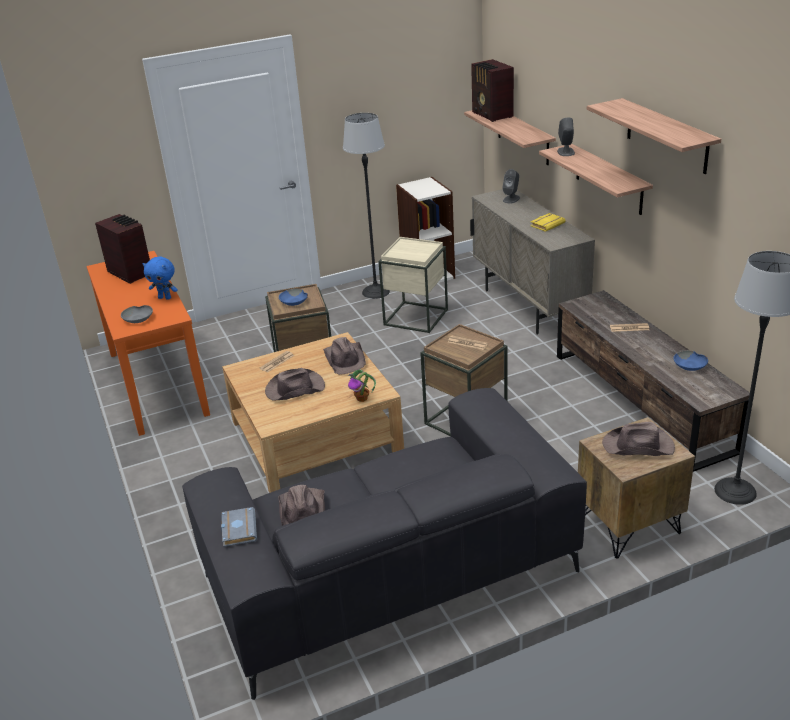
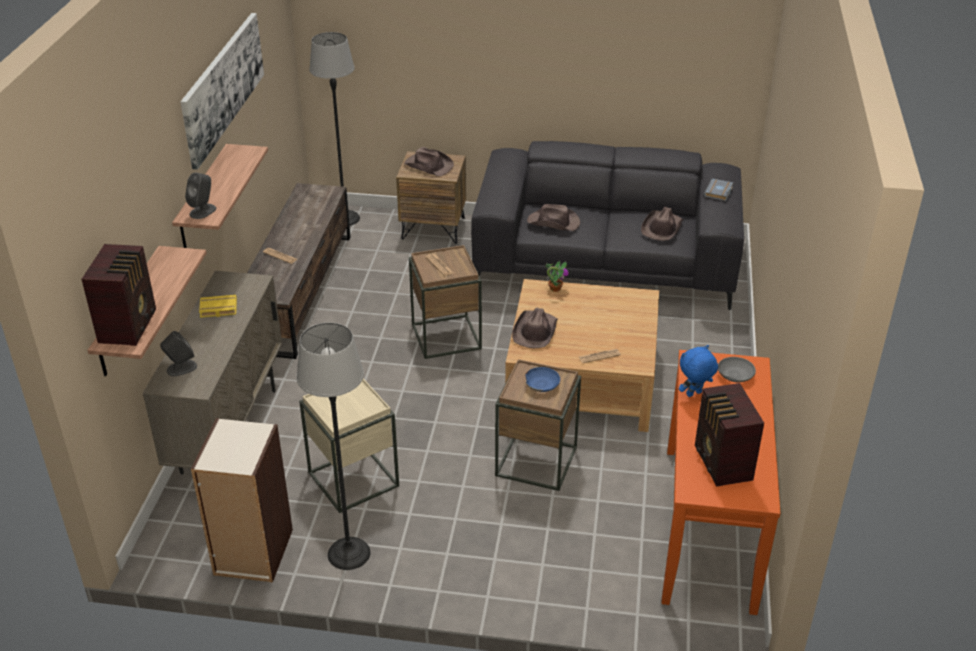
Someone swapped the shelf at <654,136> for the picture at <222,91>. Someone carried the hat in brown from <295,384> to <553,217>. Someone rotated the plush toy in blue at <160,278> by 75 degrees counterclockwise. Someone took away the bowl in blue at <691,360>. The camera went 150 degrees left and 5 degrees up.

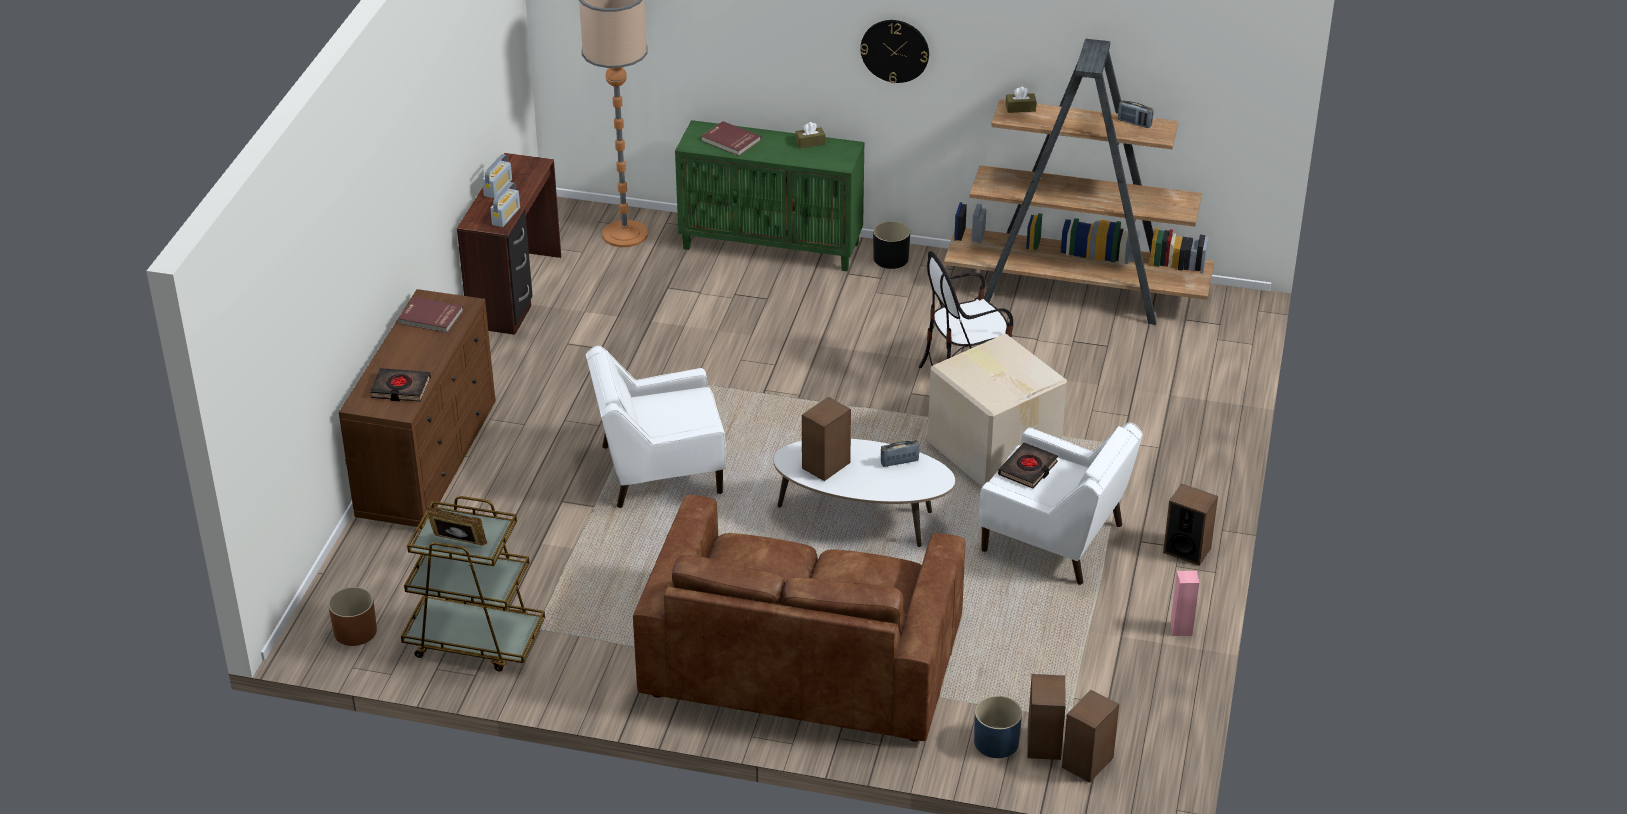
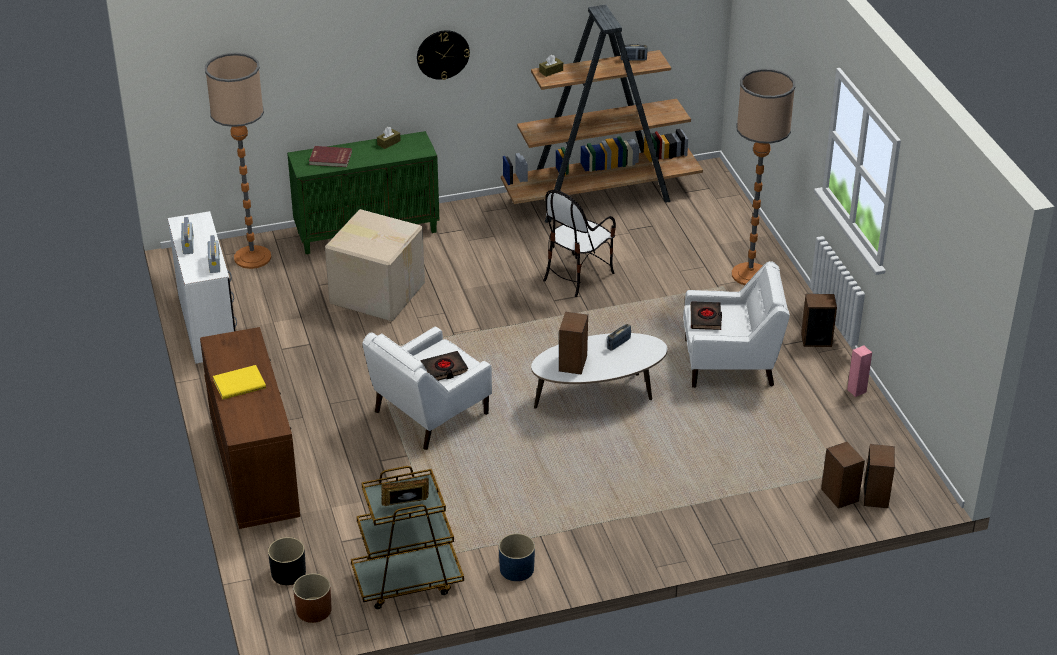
Someone repainted the desk in brown at <509,244>, which became the desk in white at <202,287>. Someone put down the book in yellow at <239,382>. Someone carried the planter in black from <891,245> to <287,561>. Someone carried the cardboard box from <997,410> to <375,265>. Someone carried the book in black from <400,385> to <444,366>. Someone carried the planter in blue from <998,727> to <517,557>. Someone put down the floor lamp at <764,177>. Someone took away the book in red at <430,315>. Someone took away the sofa in brown at <799,618>. The camera went 30 degrees left and 0 degrees up.

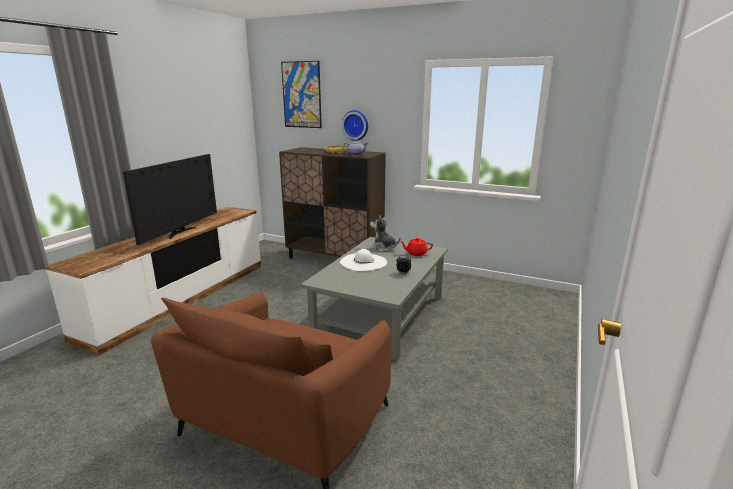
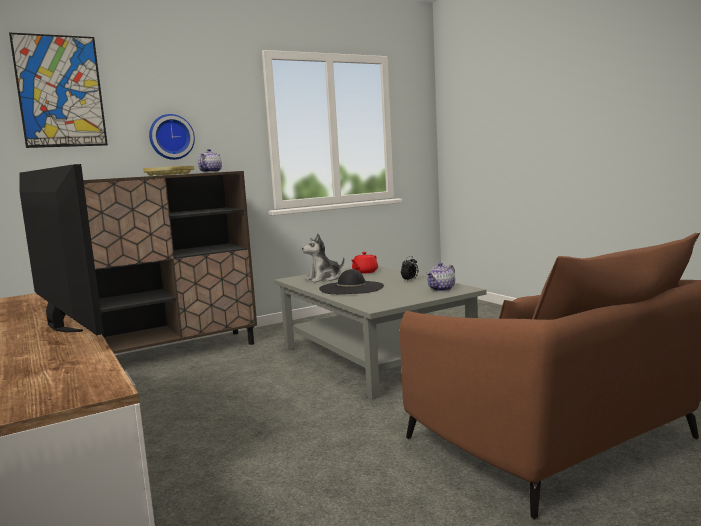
Someone repainted the hat in white at <363,260>, which became the hat in black at <351,281>. Someone put down the teapot at <440,277>. The camera went 55 degrees left and 10 degrees down.

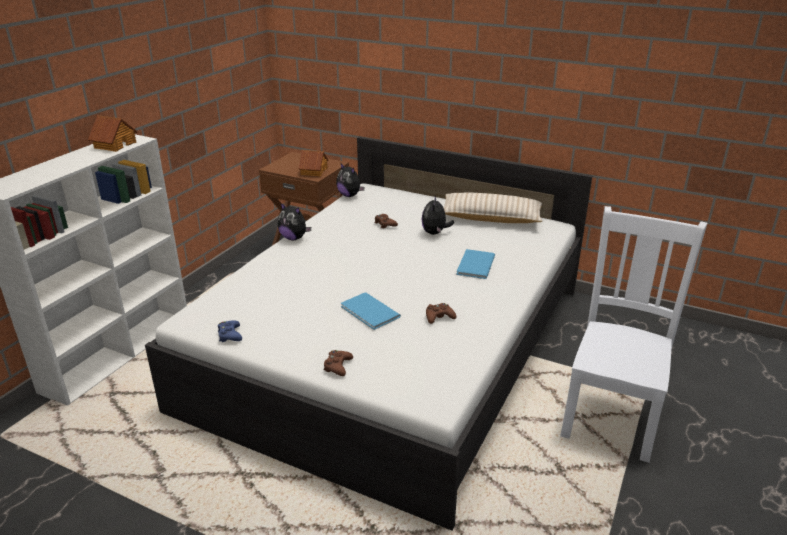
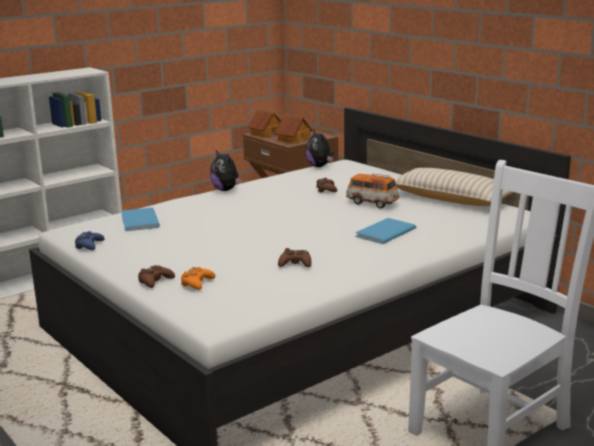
Someone carried the book in blue from <371,311> to <140,219>. Someone put down the game controller in orange at <198,278>. Someone carried the toy house from <113,133> to <264,124>. Someone swapped the plush toy at <438,215> for the toy car at <372,191>. The camera went 25 degrees right and 10 degrees down.

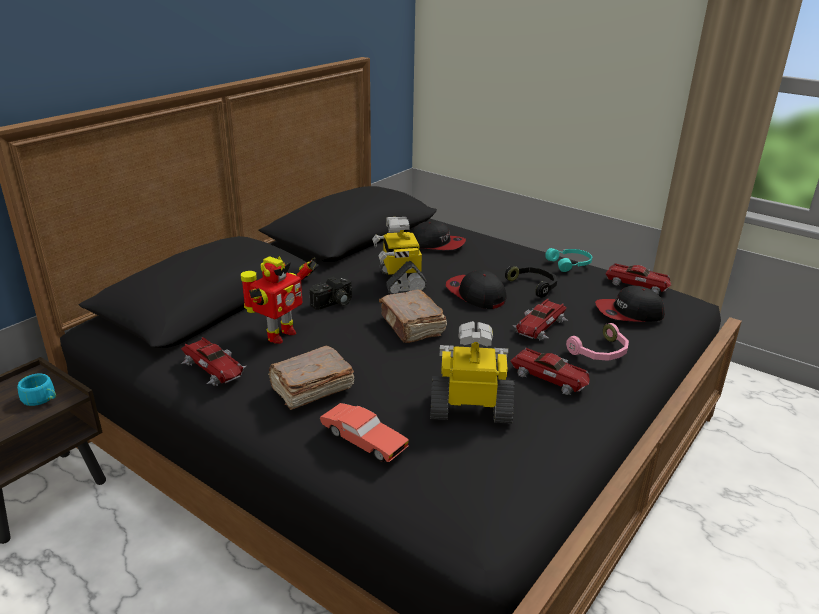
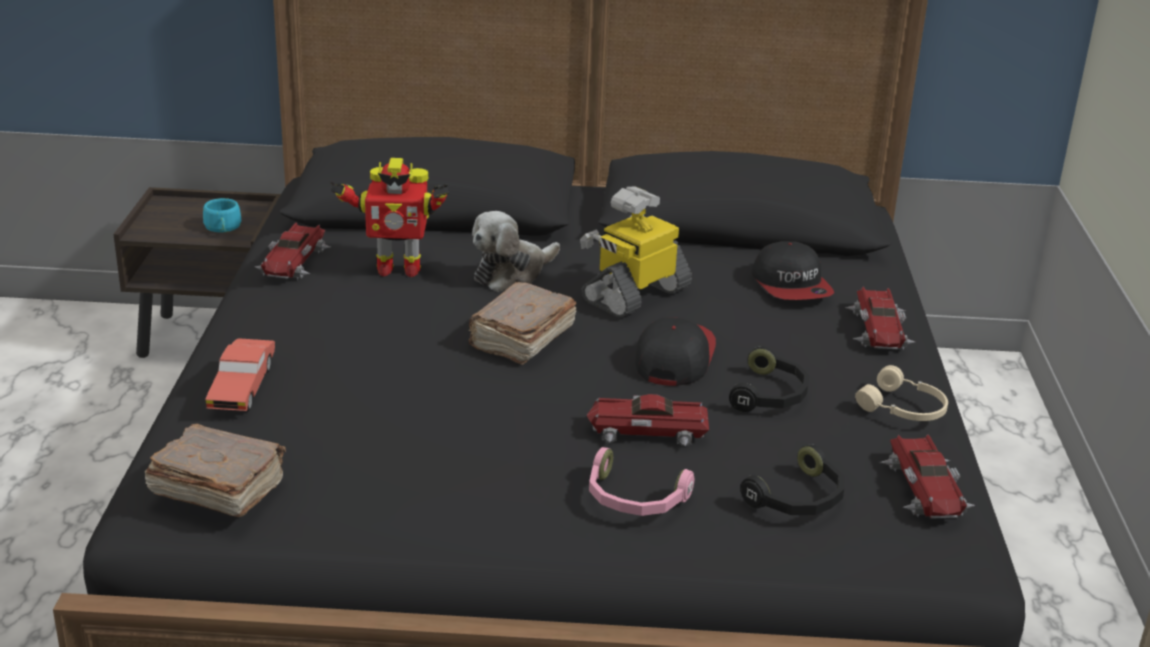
Someone carried the book in brown from <311,378> to <215,470>. Someone swapped the photo camera at <331,293> for the plush toy at <516,251>. Someone swapped the cap at <630,304> for the headphones in black at <792,479>. Someone carried the toy car from <550,371> to <880,318>. Someone repainted the headphones in turquoise at <568,260>, which became the headphones in beige at <901,393>. Someone took away the toy robot at <472,372>. The camera went 55 degrees right and 0 degrees up.

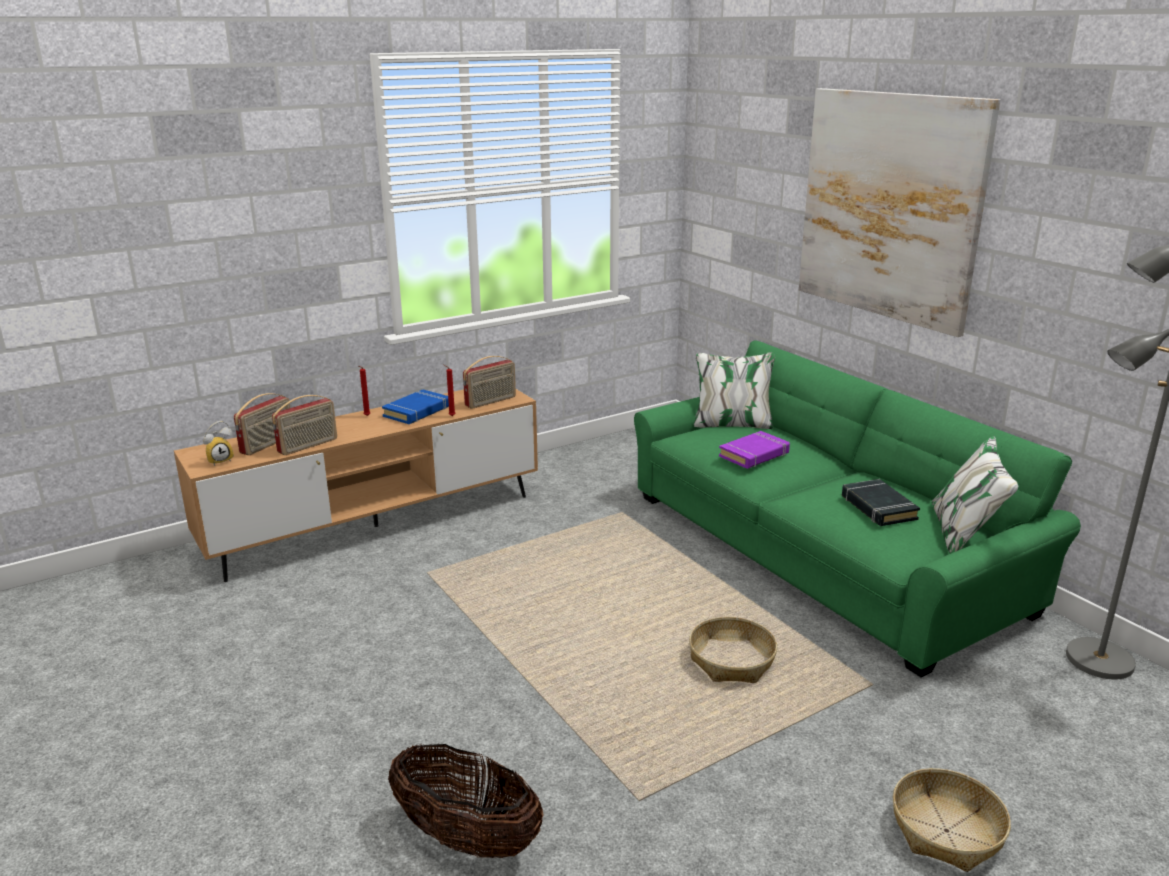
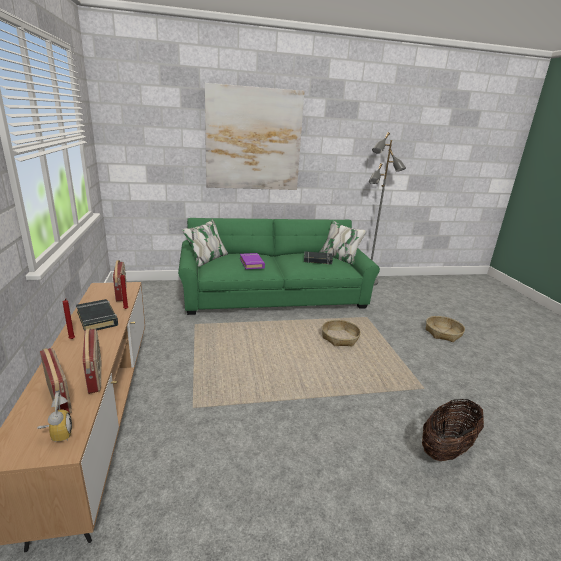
Someone repainted the book in blue at <415,406>, which became the book in black at <97,315>. The camera went 70 degrees left and 0 degrees up.

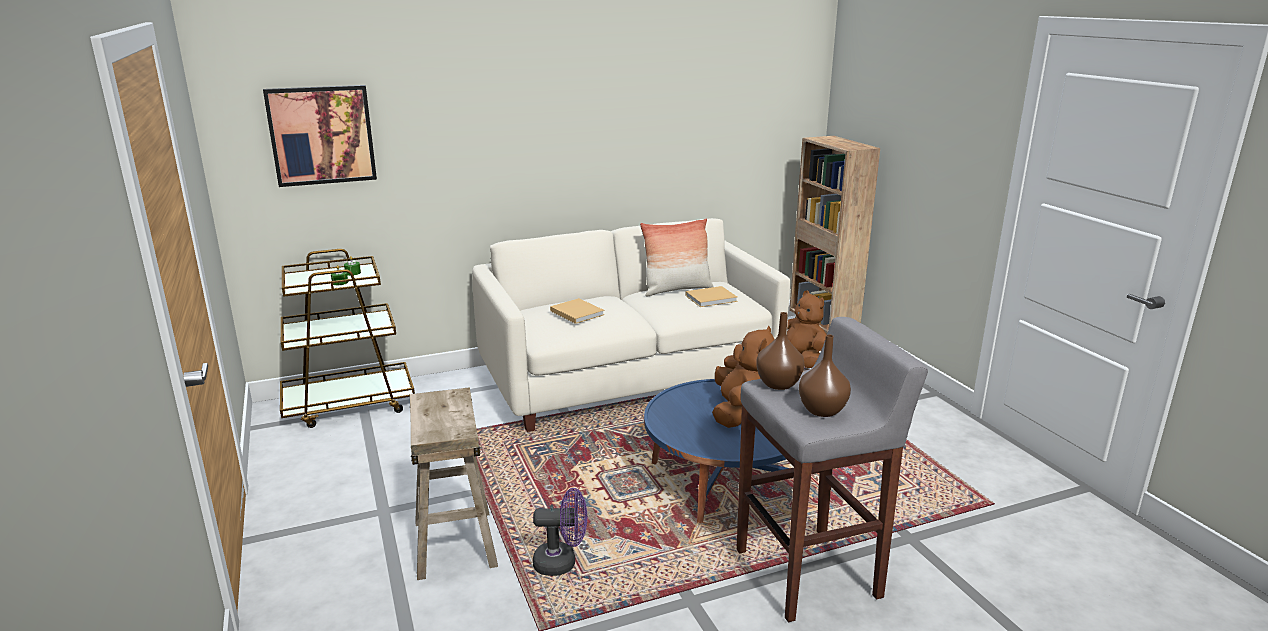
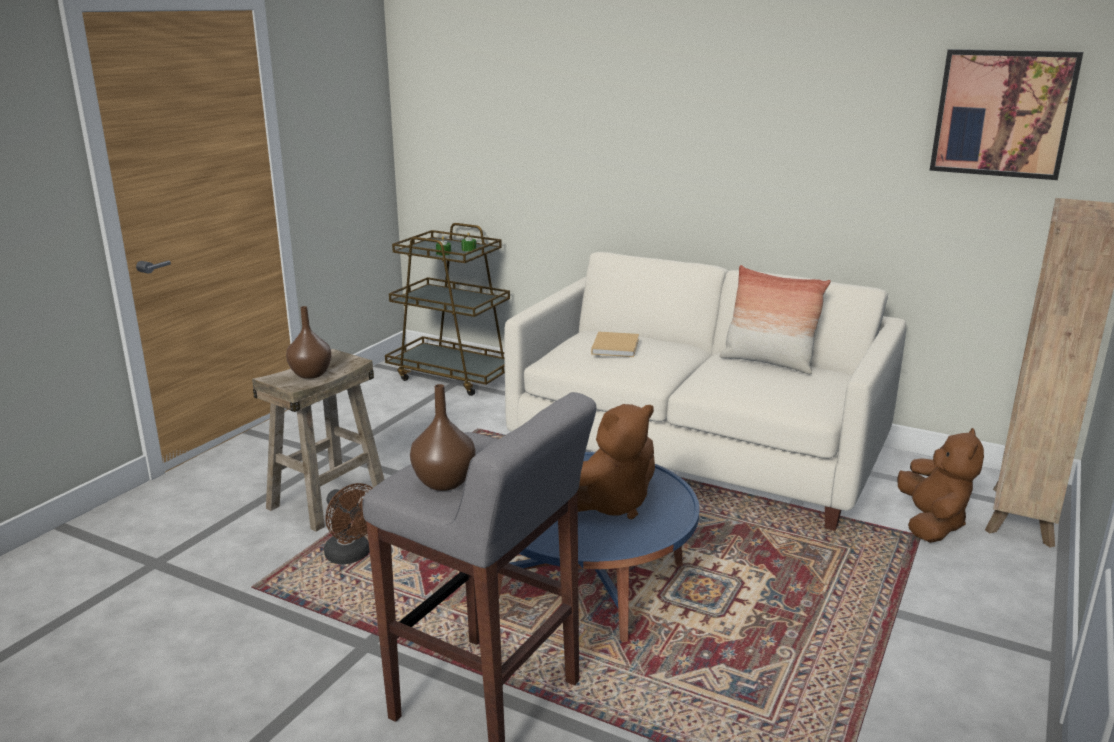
Someone carried the vase in brown from <780,351> to <309,342>. Someone repainted the fan in purple at <560,532>, which became the fan in brown at <348,523>. Someone carried the picture from <320,136> to <1006,114>. Someone took away the book in beige at <712,296>. The camera went 50 degrees right and 0 degrees up.

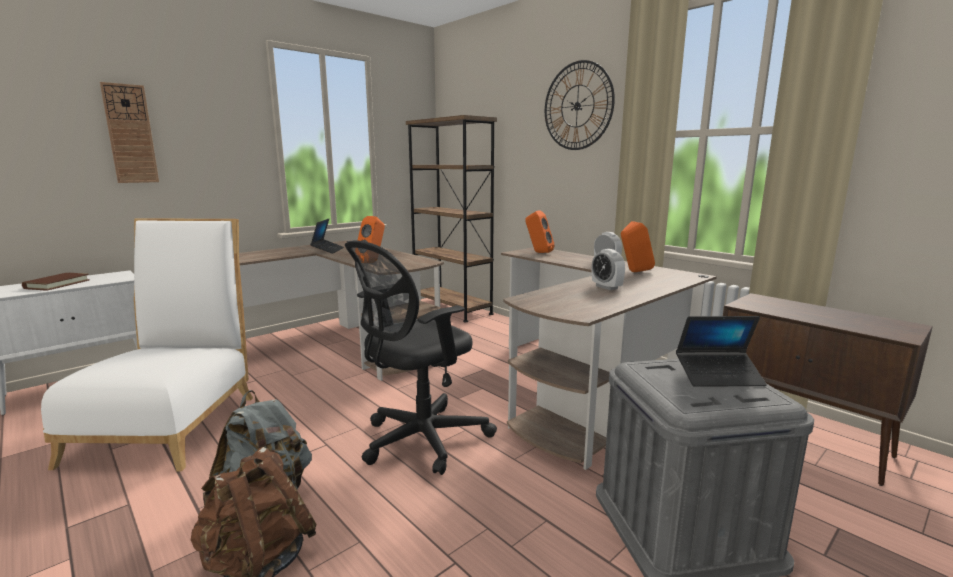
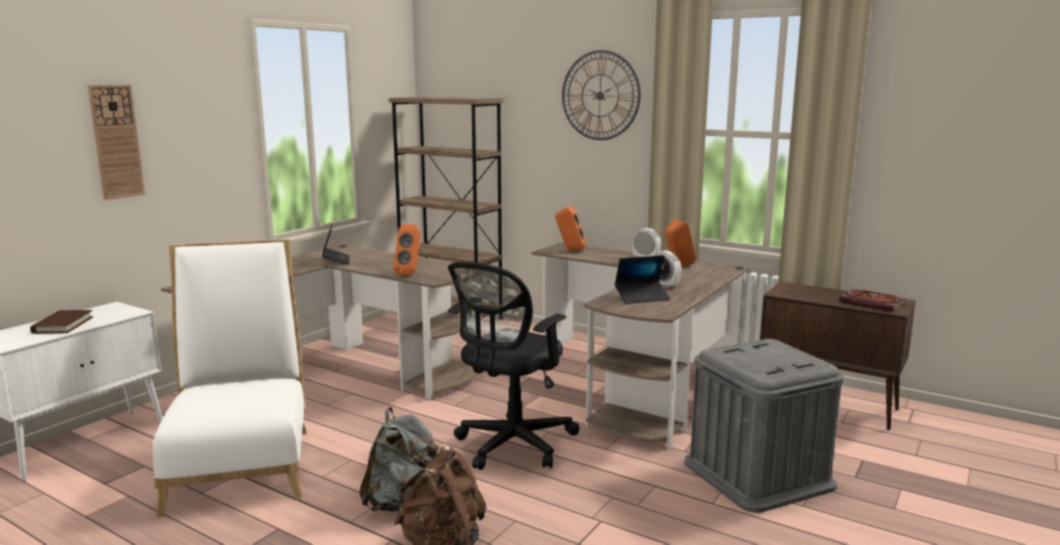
Someone carried the laptop from <721,351> to <643,279>. Someone put down the book at <872,300>. The camera went 15 degrees left and 0 degrees up.

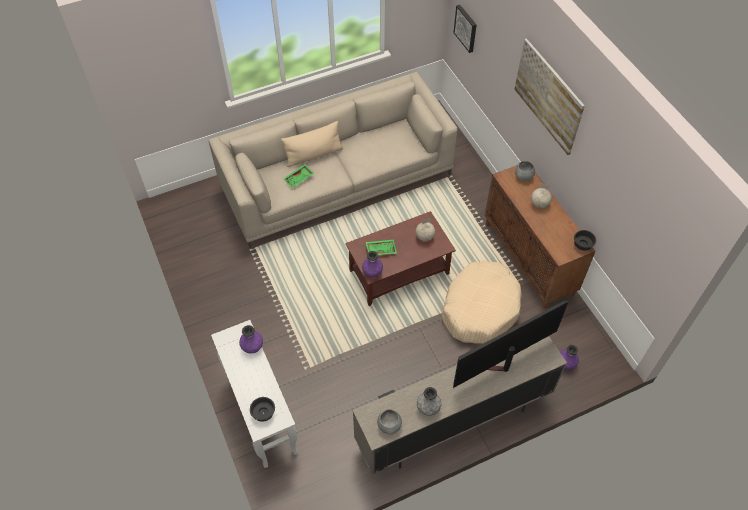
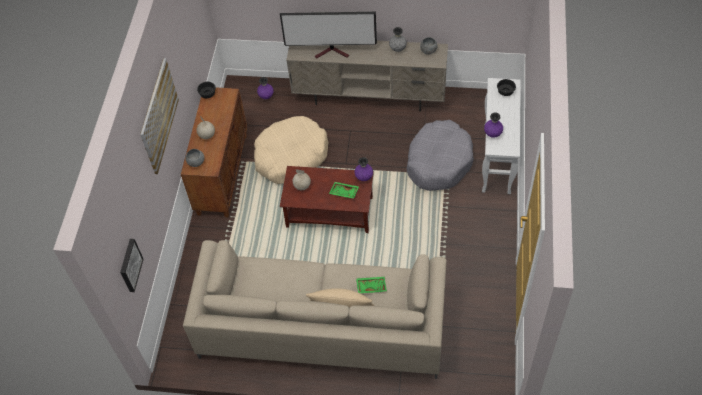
Someone put down the dog bed in grey at <440,155>. The camera went 145 degrees left and 0 degrees up.

